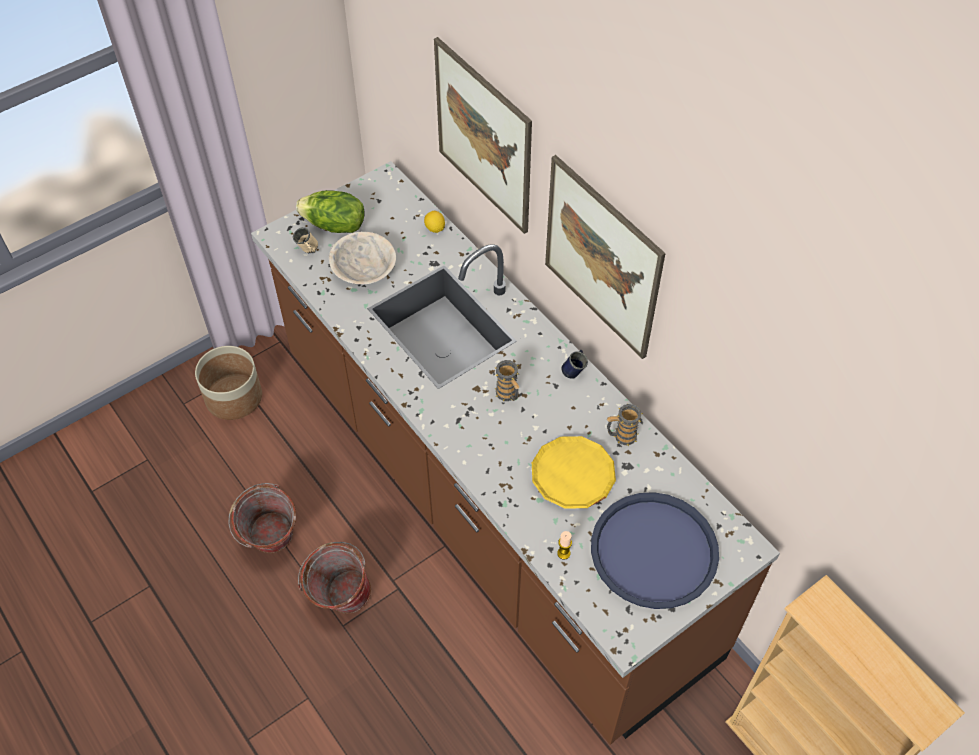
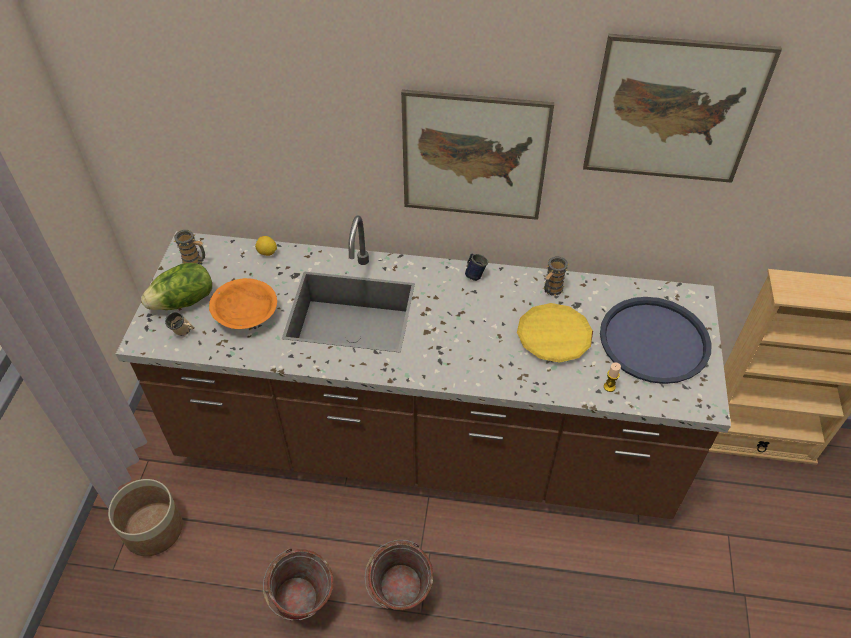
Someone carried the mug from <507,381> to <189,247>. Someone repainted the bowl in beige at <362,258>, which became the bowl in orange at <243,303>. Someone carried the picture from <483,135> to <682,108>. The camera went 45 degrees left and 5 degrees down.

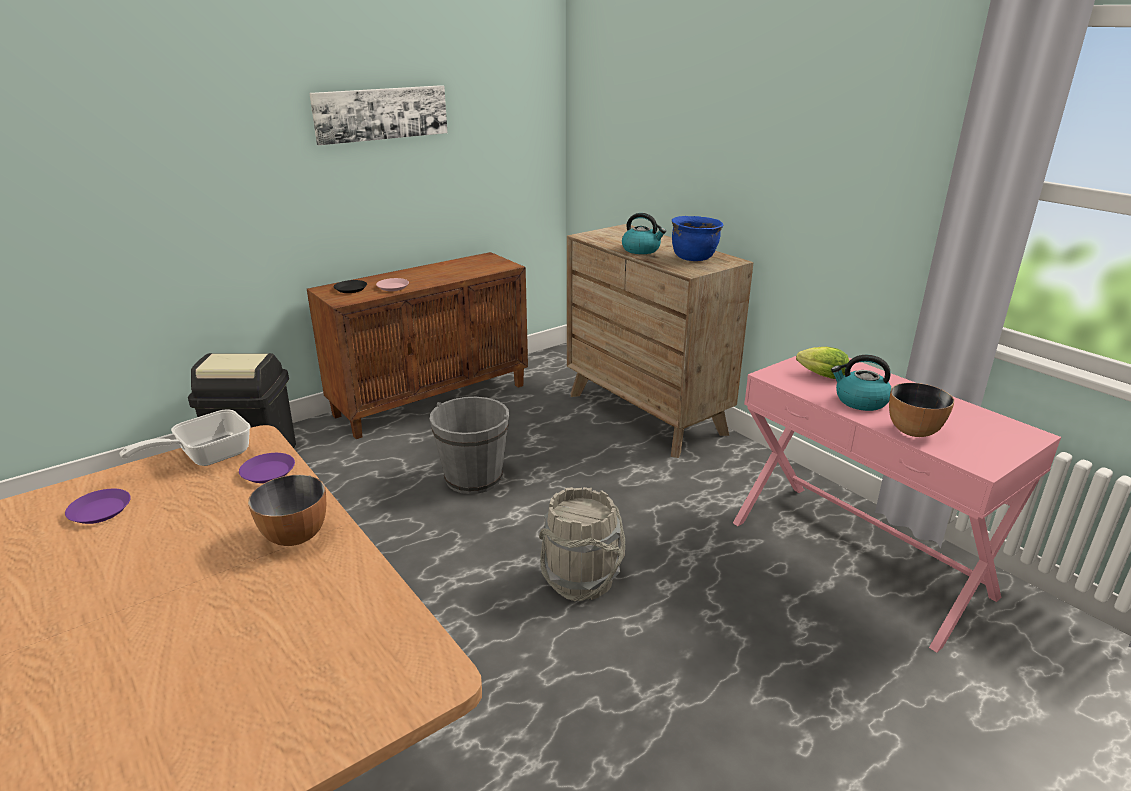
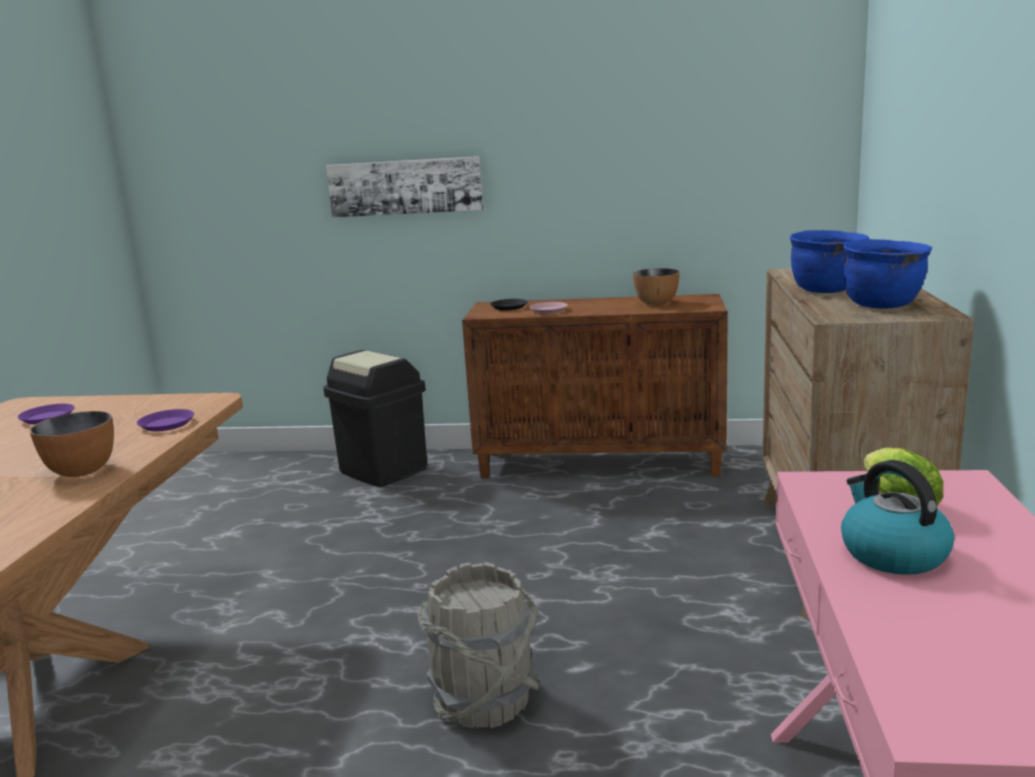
Someone carried the picture from <378,115> to <404,187>. Someone carried the bowl from <921,410> to <656,287>. Someone swapped the kettle at <644,233> for the cooking pot in blue at <829,261>. Someone took away the frying pan at <185,437>. Someone took away the bucket in grey at <469,445>. The camera went 45 degrees right and 10 degrees down.

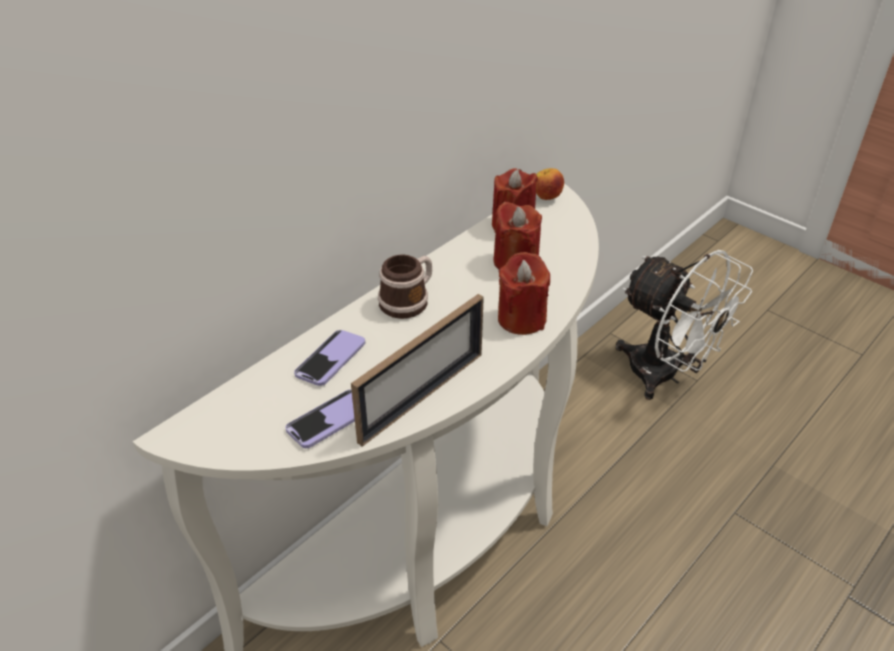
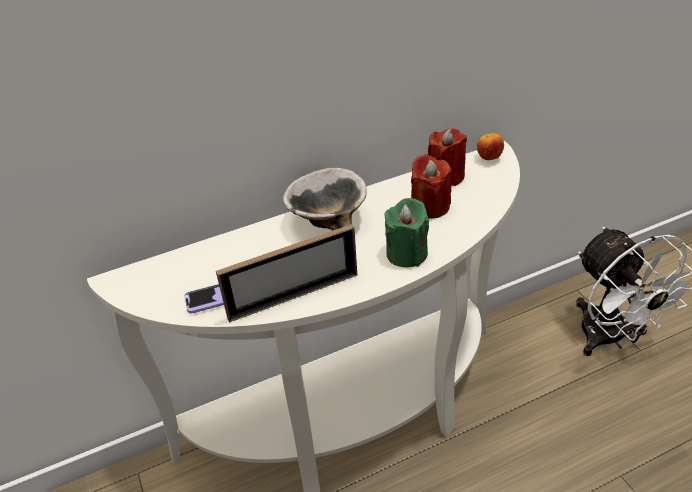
Someone swapped the mug at <405,287> for the bowl at <325,199>. Someone repainted the candle in red at <524,293>, which became the candle in green at <406,232>. Someone took away the phone at <329,358>. The camera went 25 degrees right and 0 degrees up.

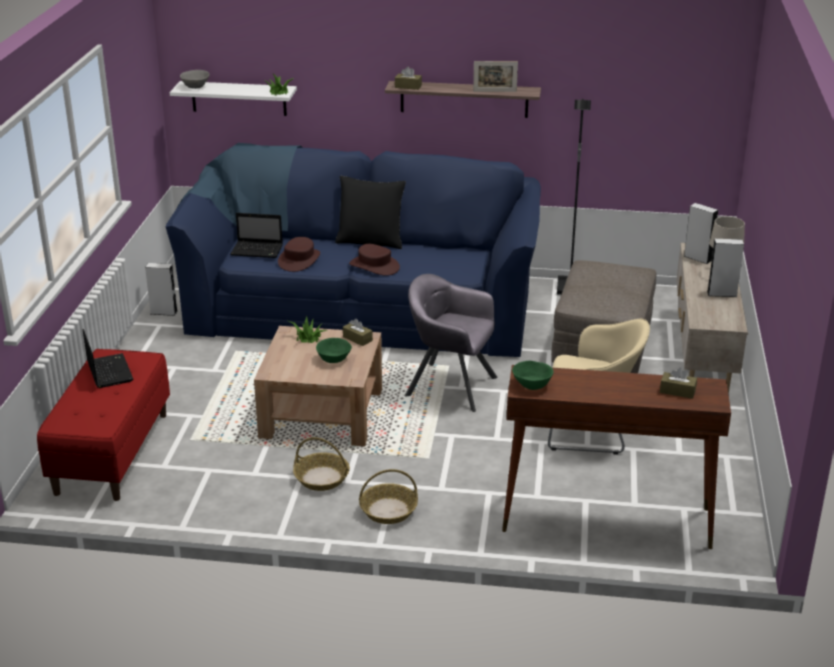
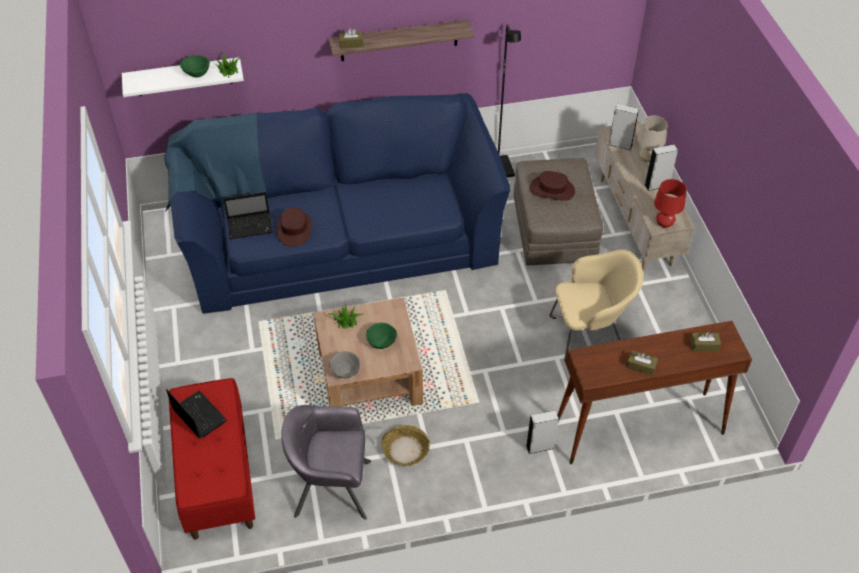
Someone carried the bowl in green from <532,375> to <195,66>. Someone carried the armchair in grey from <451,343> to <326,462>. Someone carried the bowl in grey from <194,79> to <344,364>. Someone carried the speaker in grey from <161,289> to <542,432>. Someone carried the hat in brown from <374,260> to <552,186>. Someone carried the tissue box in brown from <358,332> to <642,363>. Someone put down the table lamp in red at <670,203>. Someone took away the pillow in black at <370,212>. Someone took away the basket at <388,496>. Someone took away the picture frame at <495,76>. The camera went 20 degrees left and 20 degrees up.

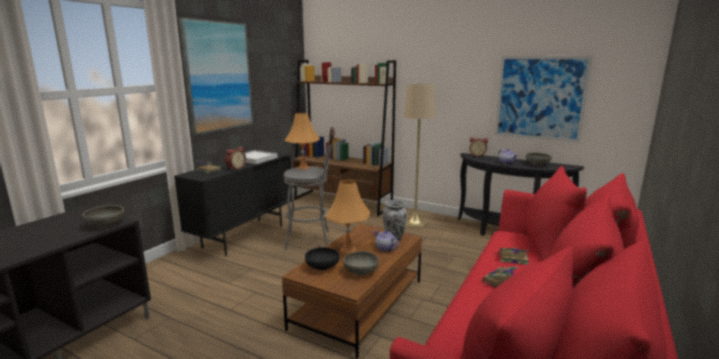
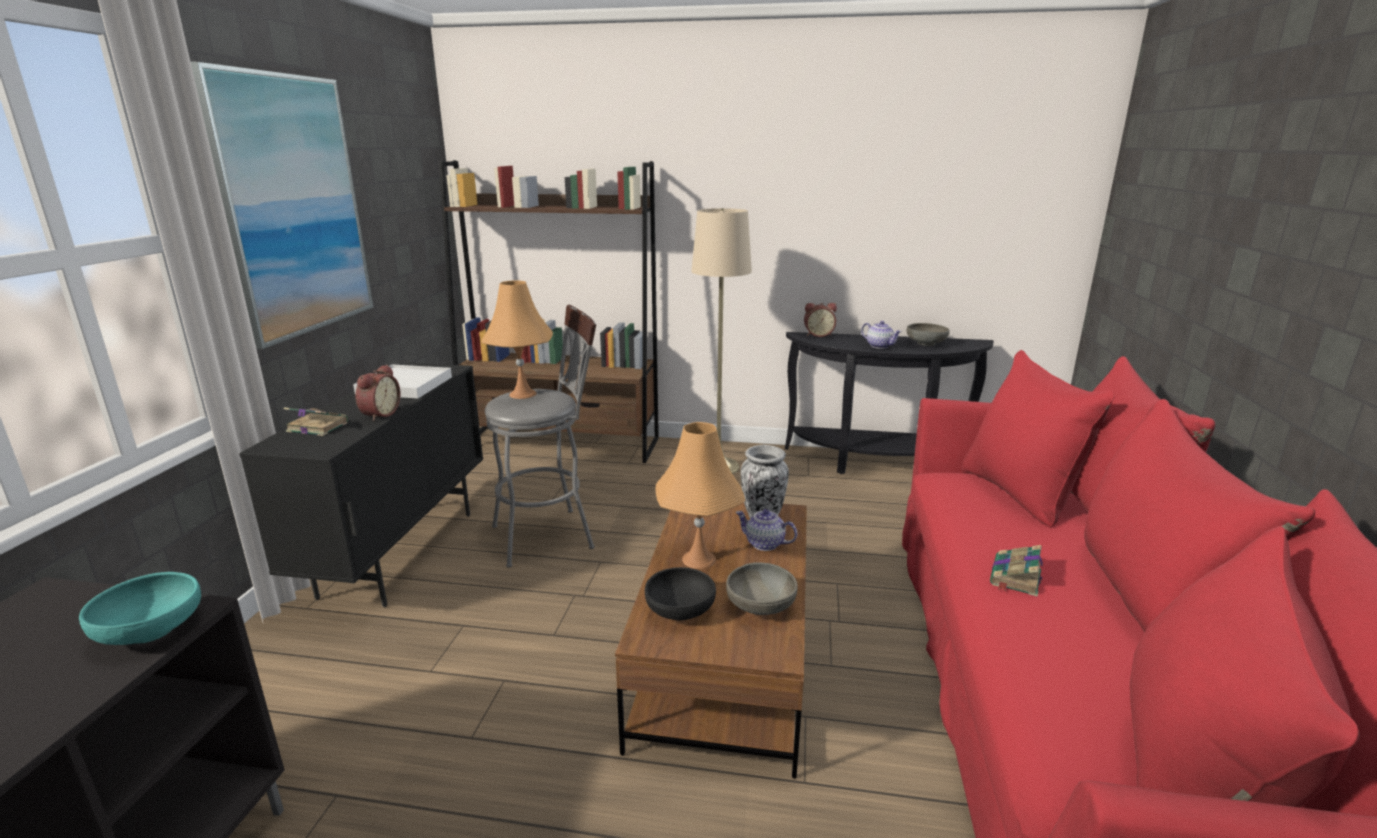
Someone repainted the bowl in grey at <103,216>, which became the bowl in turquoise at <140,608>. Someone took away the picture at <543,99>. Someone took away the book at <512,256>. The camera went 20 degrees left and 5 degrees up.

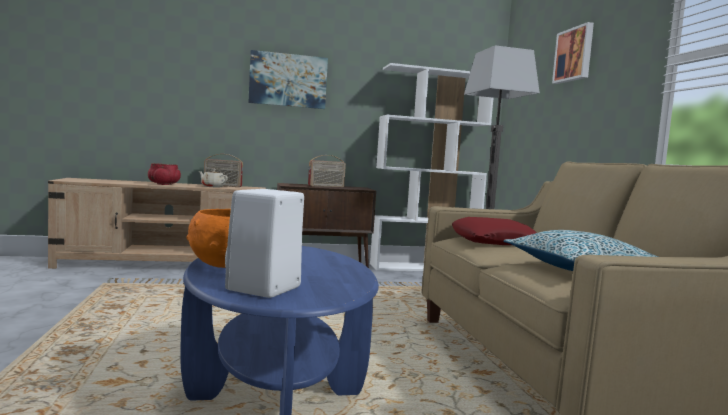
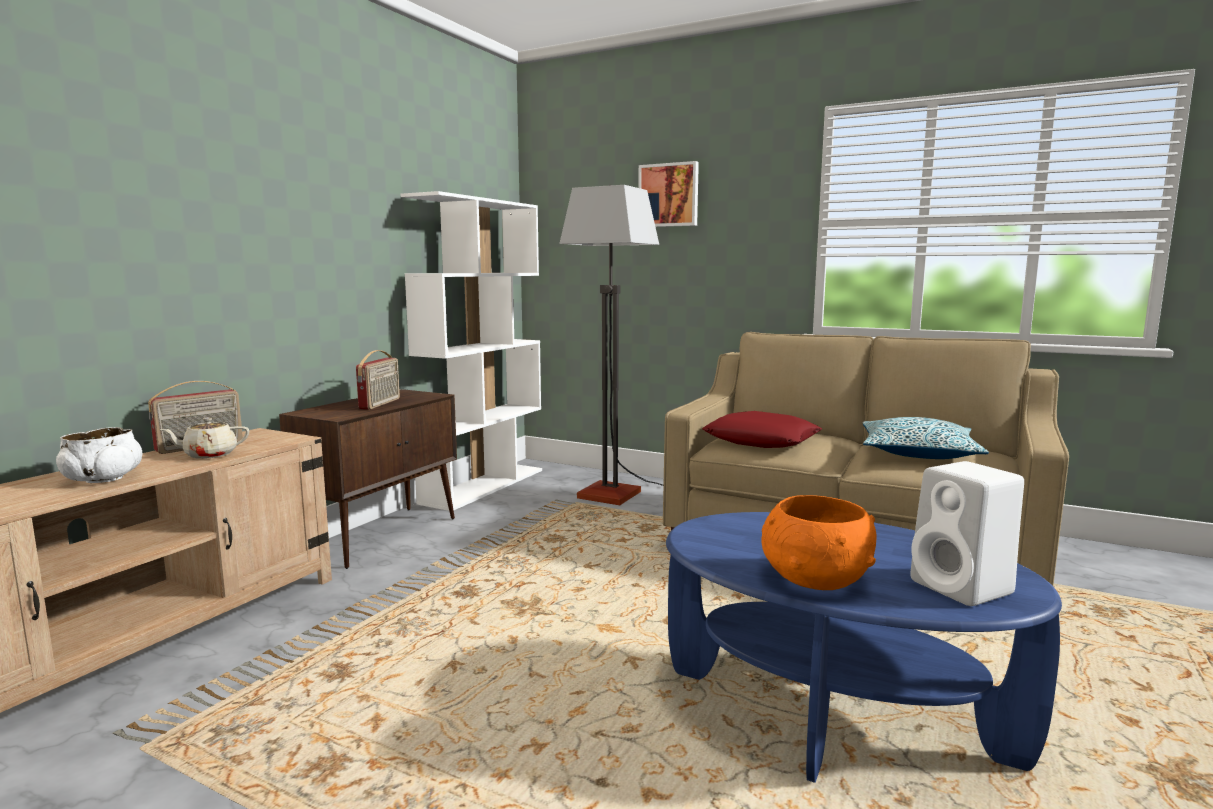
Someone repainted the bowl in red at <164,174>, which became the bowl in white at <99,455>. Someone took away the picture at <288,79>. The camera went 50 degrees left and 5 degrees up.

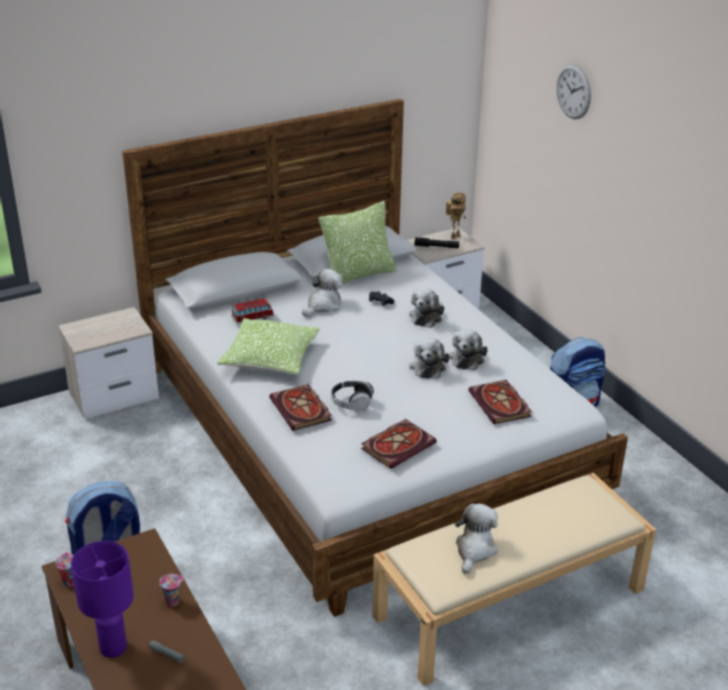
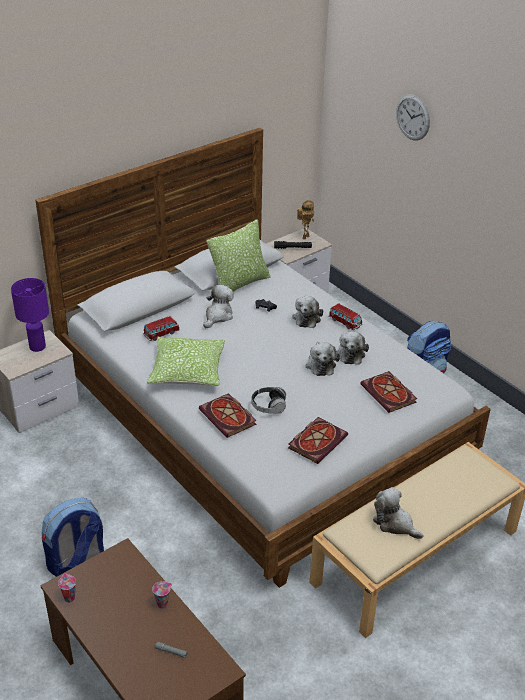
Someone carried the table lamp in purple from <102,599> to <30,315>. Someone put down the toy car at <345,316>. Someone rotated the plush toy at <476,539> by 60 degrees counterclockwise. The camera went 10 degrees left and 5 degrees up.

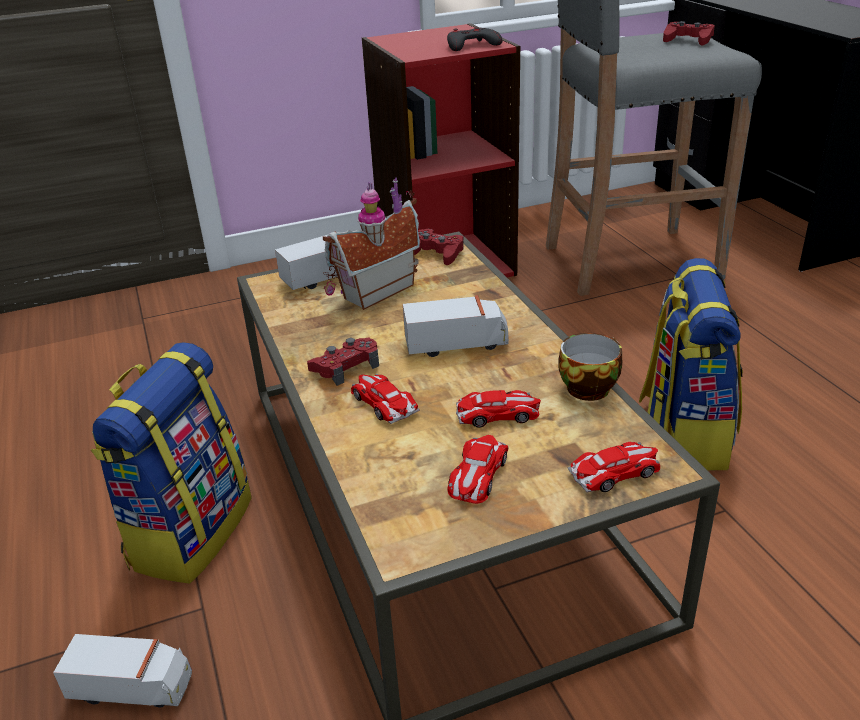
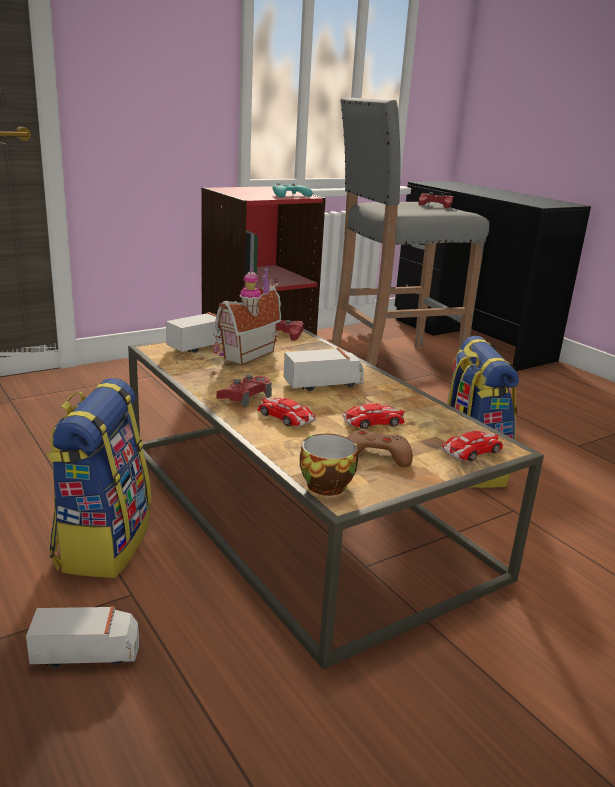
Someone repainted the game controller in grey at <474,39>, which became the game controller in turquoise at <292,190>. Someone carried the cup from <590,367> to <329,464>. Someone swapped the toy car at <478,469> for the game controller in brown at <380,448>. The camera went 15 degrees left and 10 degrees down.

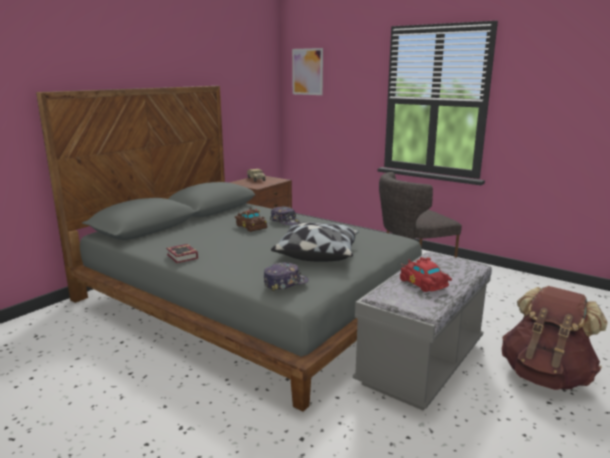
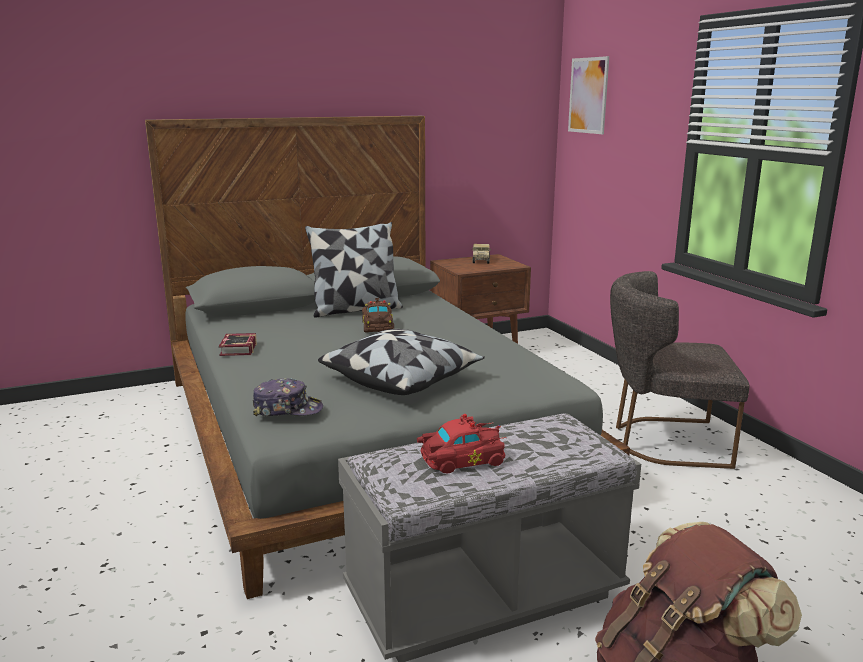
Someone put down the pillow at <354,270>. Someone rotated the toy car in red at <426,274> by 75 degrees clockwise. Someone took away the cap at <285,215>. The camera went 30 degrees right and 0 degrees up.

